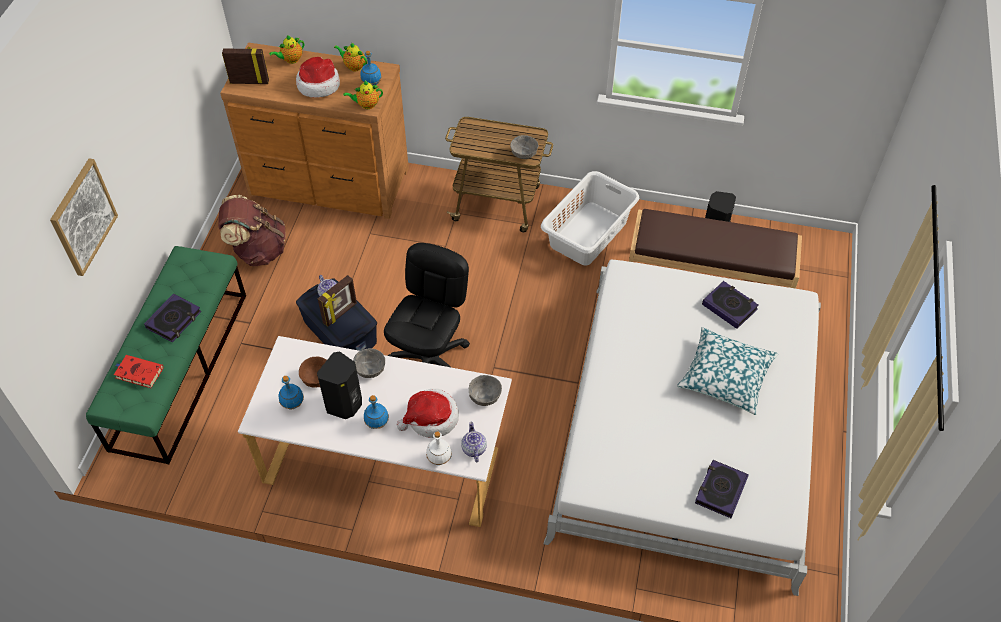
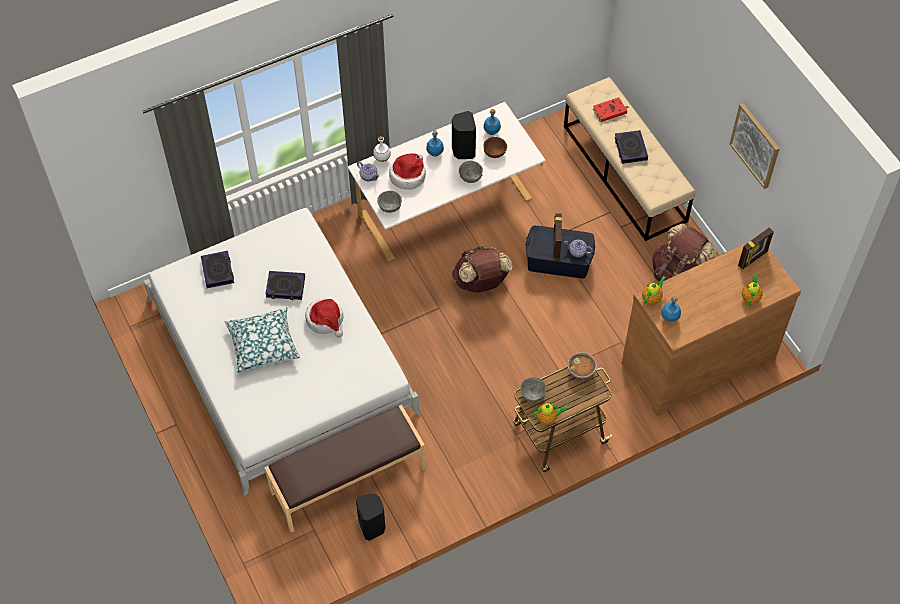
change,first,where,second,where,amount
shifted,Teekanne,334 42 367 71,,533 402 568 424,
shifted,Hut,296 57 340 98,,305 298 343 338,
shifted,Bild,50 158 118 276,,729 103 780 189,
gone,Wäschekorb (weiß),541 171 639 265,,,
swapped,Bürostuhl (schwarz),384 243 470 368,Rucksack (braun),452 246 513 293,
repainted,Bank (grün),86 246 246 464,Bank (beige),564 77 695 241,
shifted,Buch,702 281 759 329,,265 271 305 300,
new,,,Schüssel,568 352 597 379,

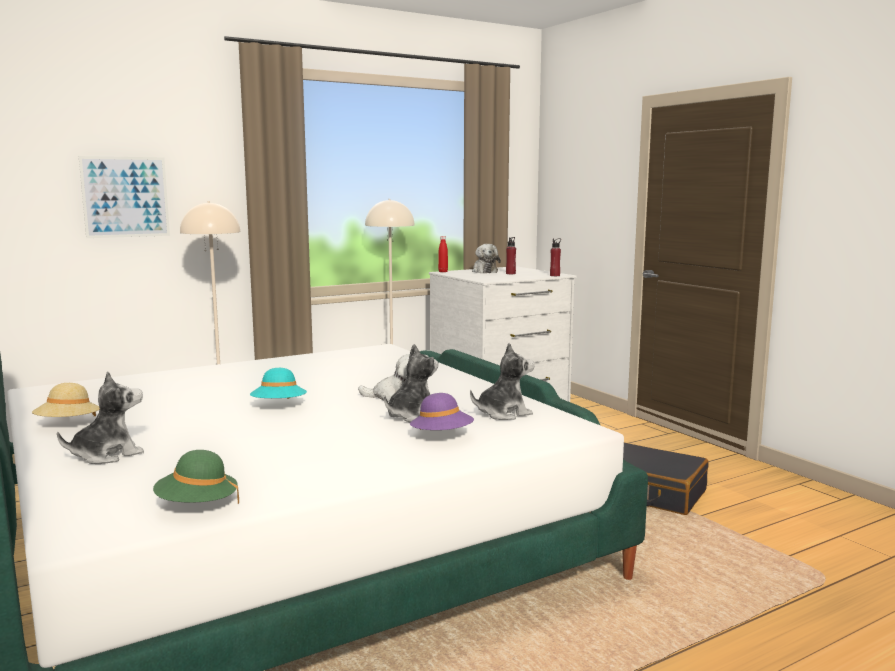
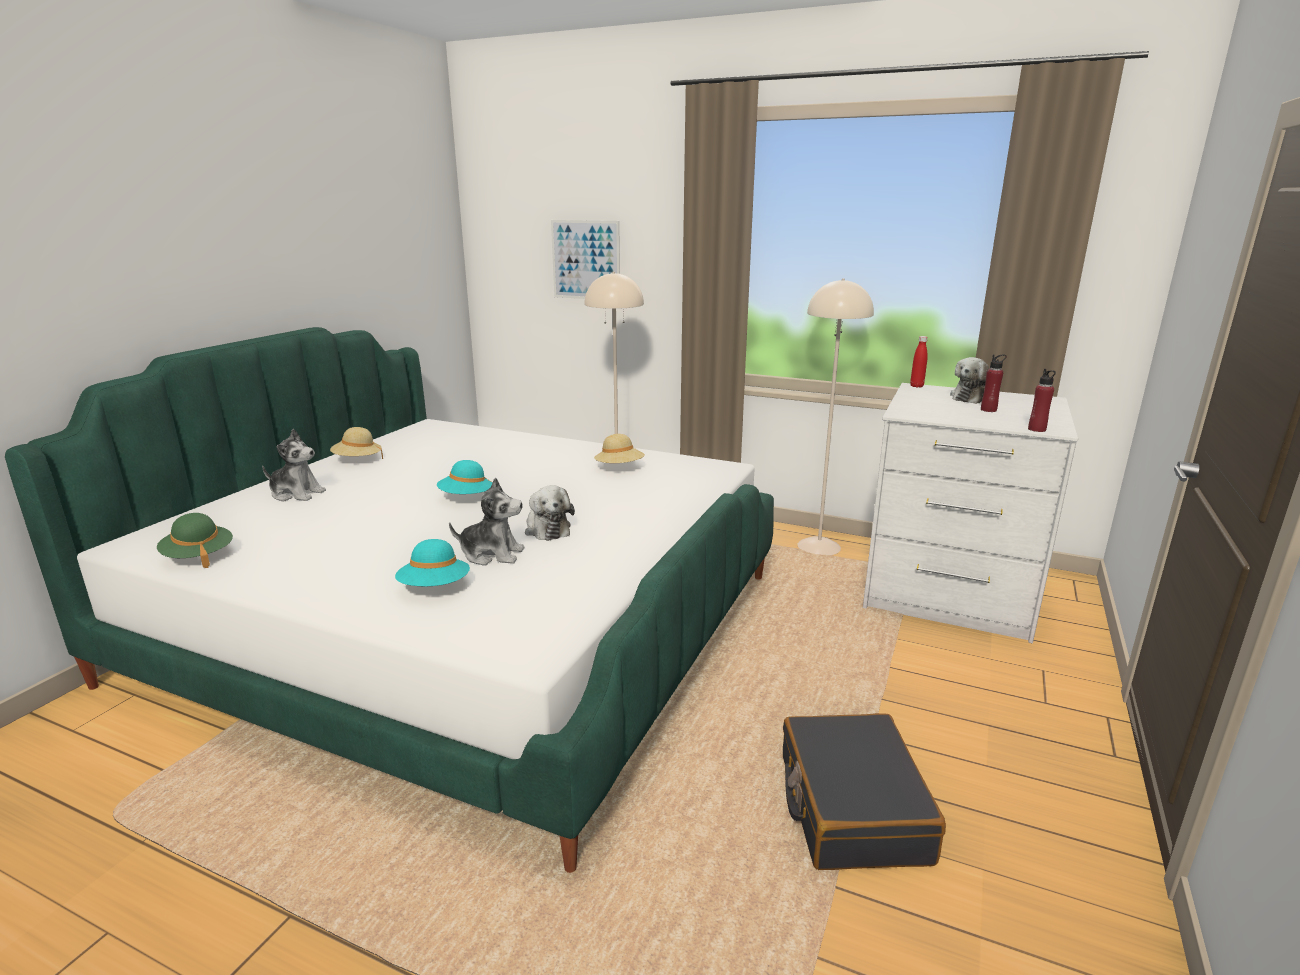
change,first,where,second,where,amount
gone,Plüschtier,470 343 535 420,,,
repainted,Hut (lila),410 393 474 430,Hut (türkis),395 539 470 586,
new,,,Hut (beige),594 434 645 463,

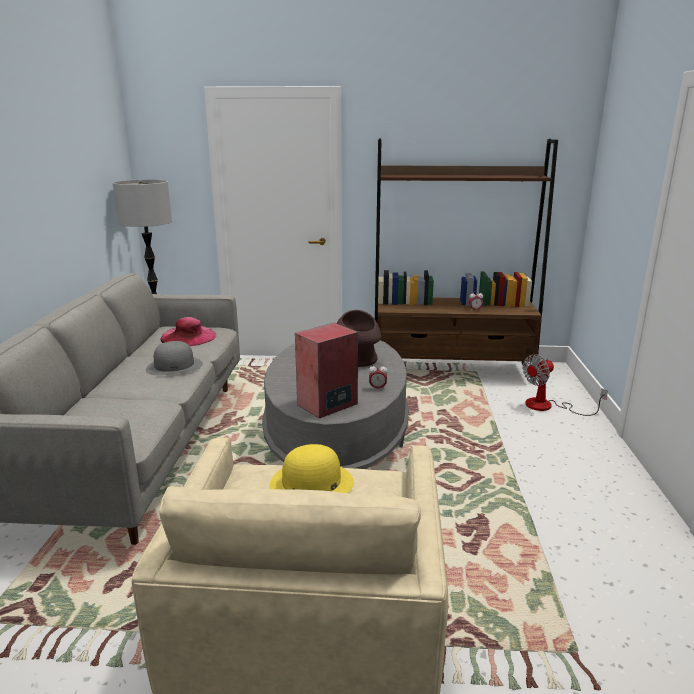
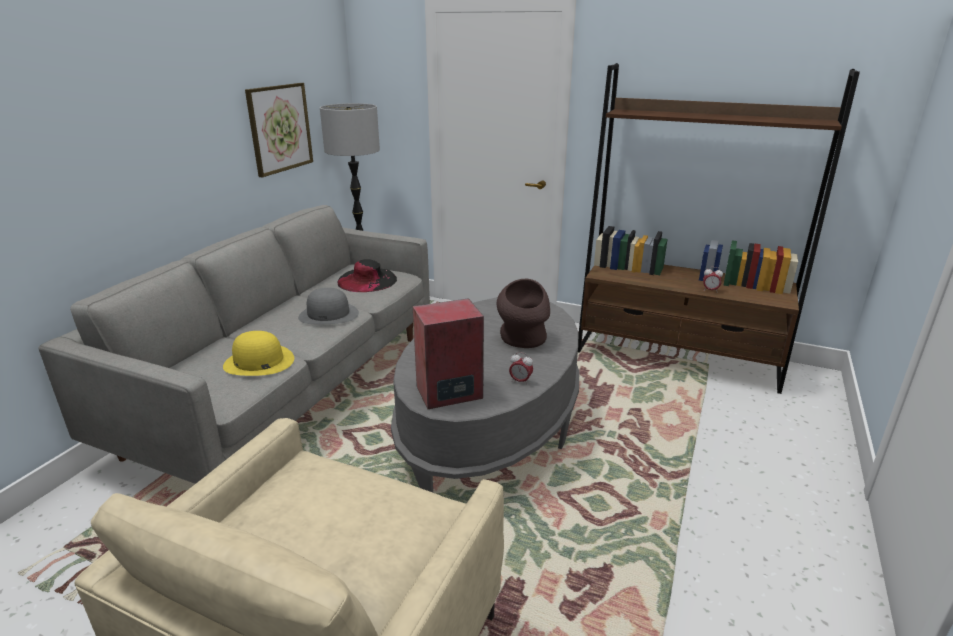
change,first,where,second,where,amount
repainted,Hut (rosa),160 317 217 346,Hut (schwarz),338 259 397 292,
gone,Ventilator,523 354 608 416,,,
shifted,Hut (gelb),269 444 354 493,,223 331 294 376,
new,,,Bild,245 83 313 177,

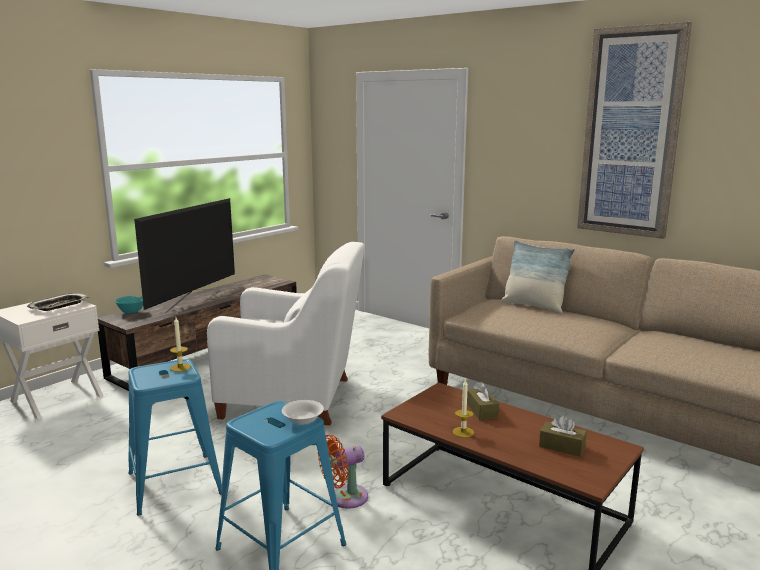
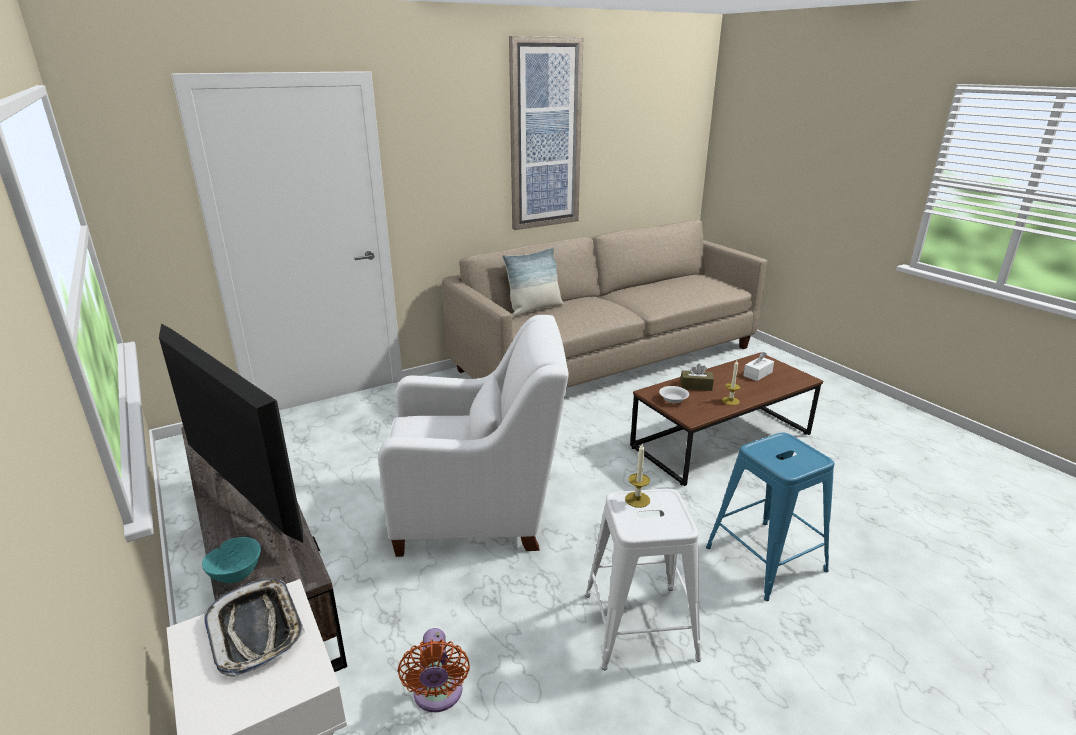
change,first,where,second,where,amount
rotated,Sessel (weiß),207 242 365 425,,378 315 569 557,60 degrees clockwise
repainted,Hocker (blau),128 359 222 515,Hocker (weiß),585 489 701 670,
shifted,Schüssel (weiß),282 400 324 425,,659 386 689 403,
repainted,Taschentuchbox (braun),539 415 587 457,Taschentuchbox (weiß),743 352 774 381,
shifted,Ventilator (orange),318 435 368 509,,398 628 470 712,

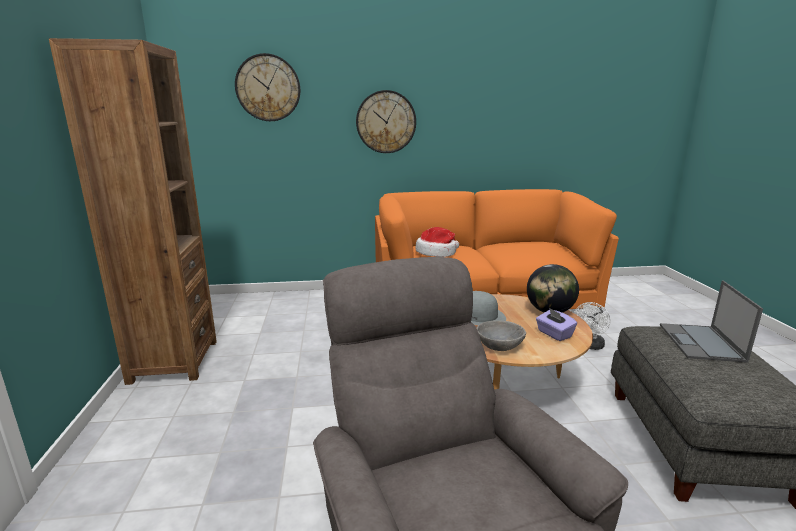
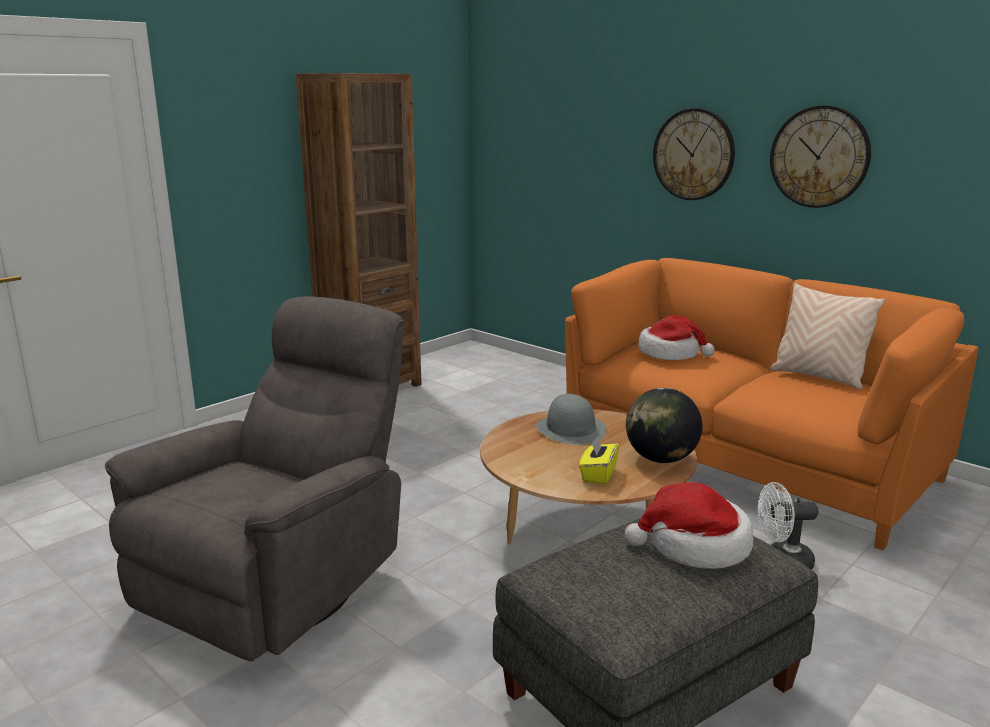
change,first,where,second,where,amount
shifted,Wanduhr,235 53 300 121,,770 105 871 208,
swapped,Laptop,660 281 763 363,Hut,625 482 753 569,
repainted,Taschentuchbox (lila),536 308 577 341,Taschentuchbox (gelb),579 436 619 484,
gone,Schüssel (grau),477 320 526 351,,,
new,,,Kissen (beige),770 283 885 389,

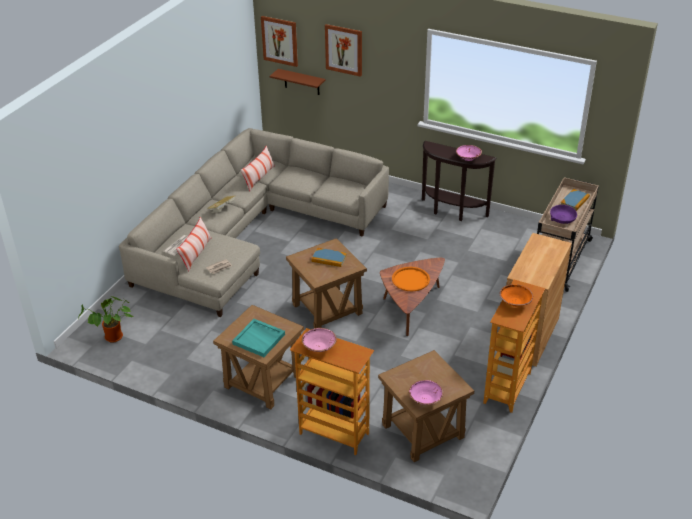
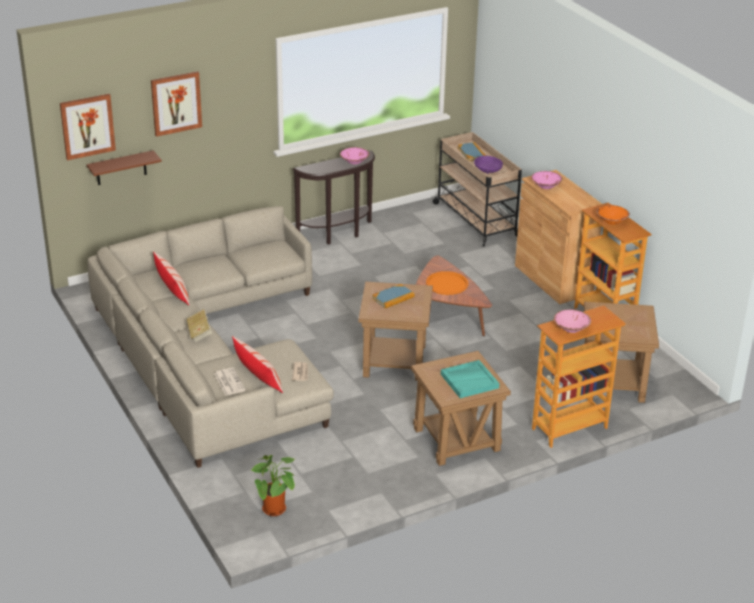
change,first,where,second,where,amount
shifted,Schüssel (rosa),409 380 443 405,,531 171 563 189,

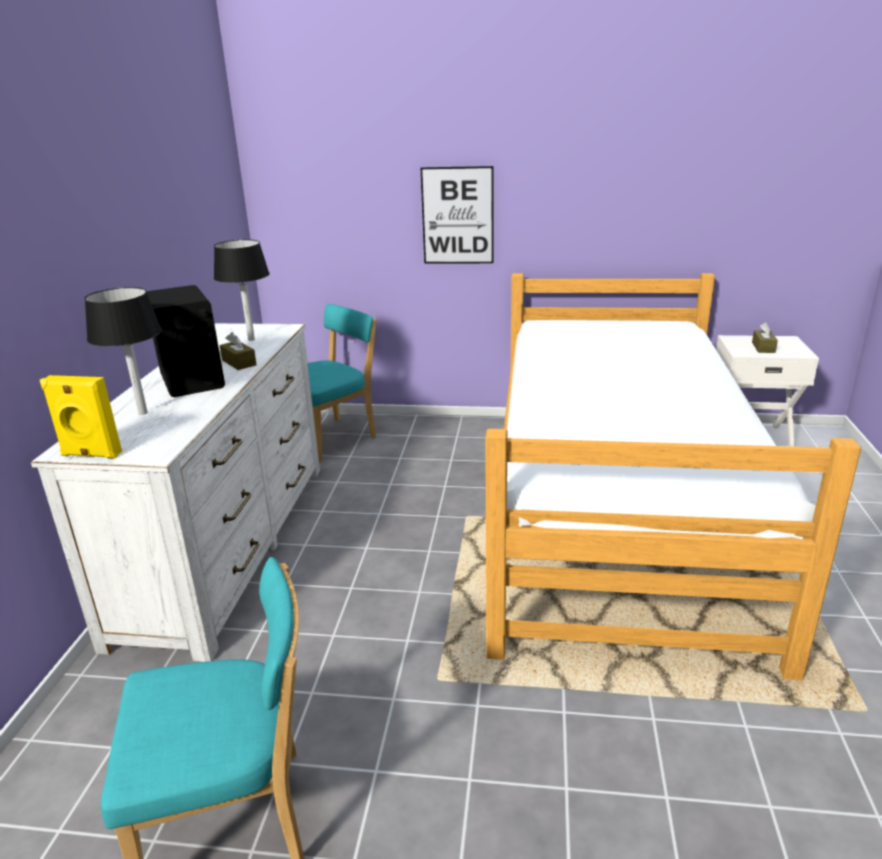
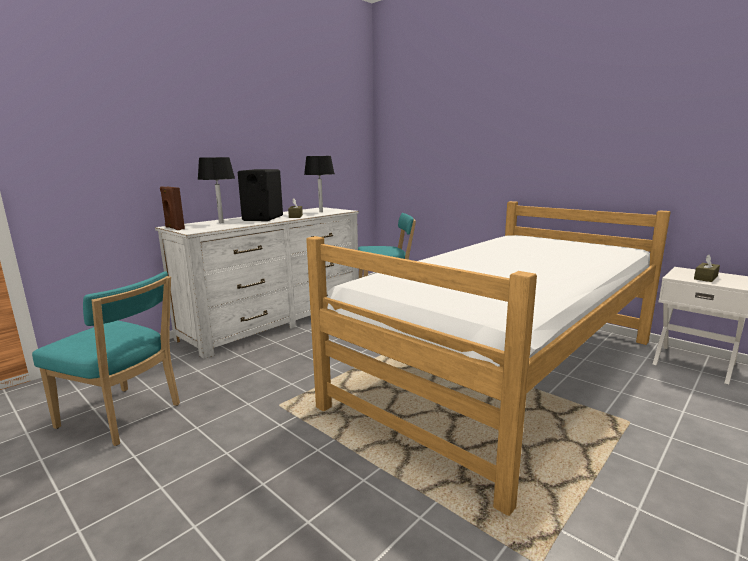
change,first,where,second,where,amount
gone,Bild,421 166 493 263,,,
repainted,Lautsprecher (gelb),40 375 122 459,Lautsprecher (braun),160 186 185 230,

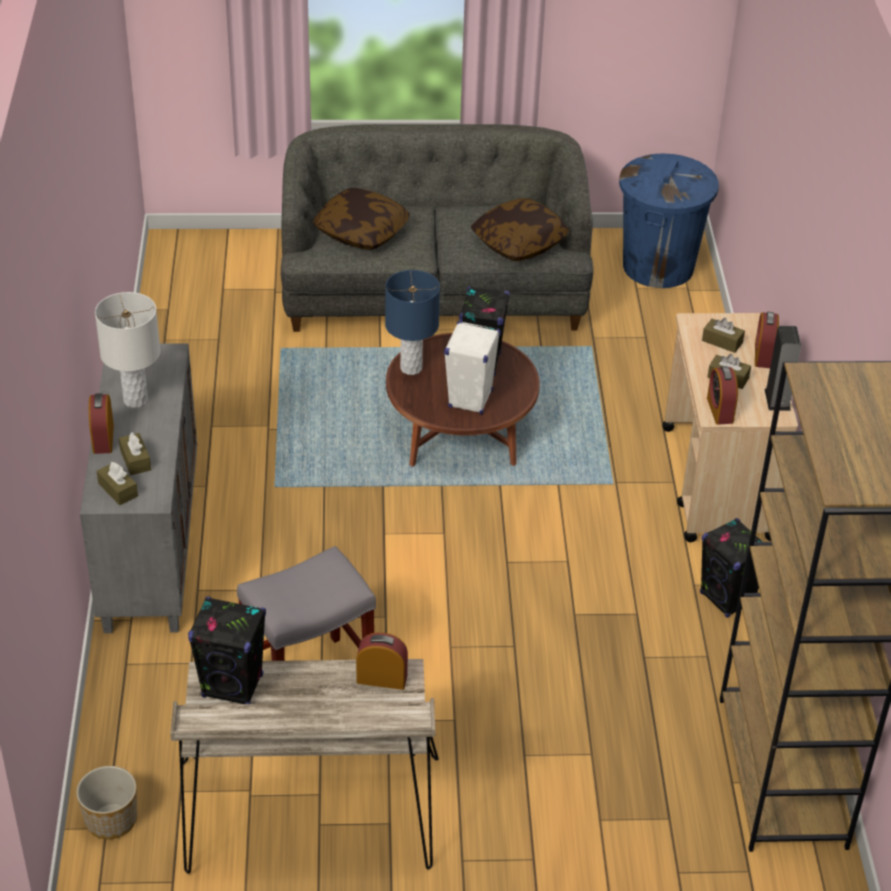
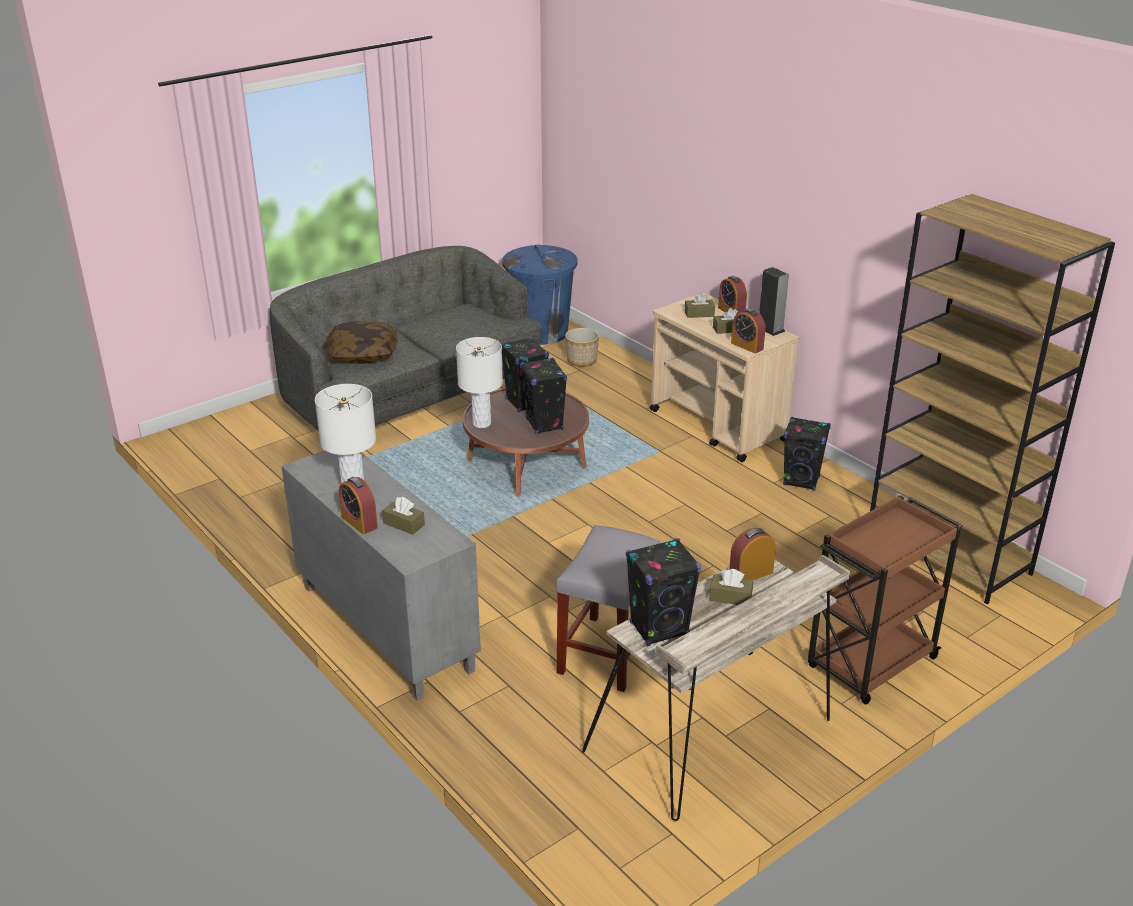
change,first,where,second,where,amount
gone,Kissen,471 198 569 261,,,
repainted,Tischlampe (blau),385 270 440 375,Tischlampe (weiß),456 337 503 428,
repainted,Lautsprecher (weiß),444 321 501 415,Lautsprecher (schwarz),520 358 567 434,
shifted,Taschentuchbox (braun),97 462 138 505,,709 569 753 605,
shifted,Pflanzkübel,76 766 137 839,,565 328 599 367,
new,,,Rollwagen (braun),808 495 963 705,

